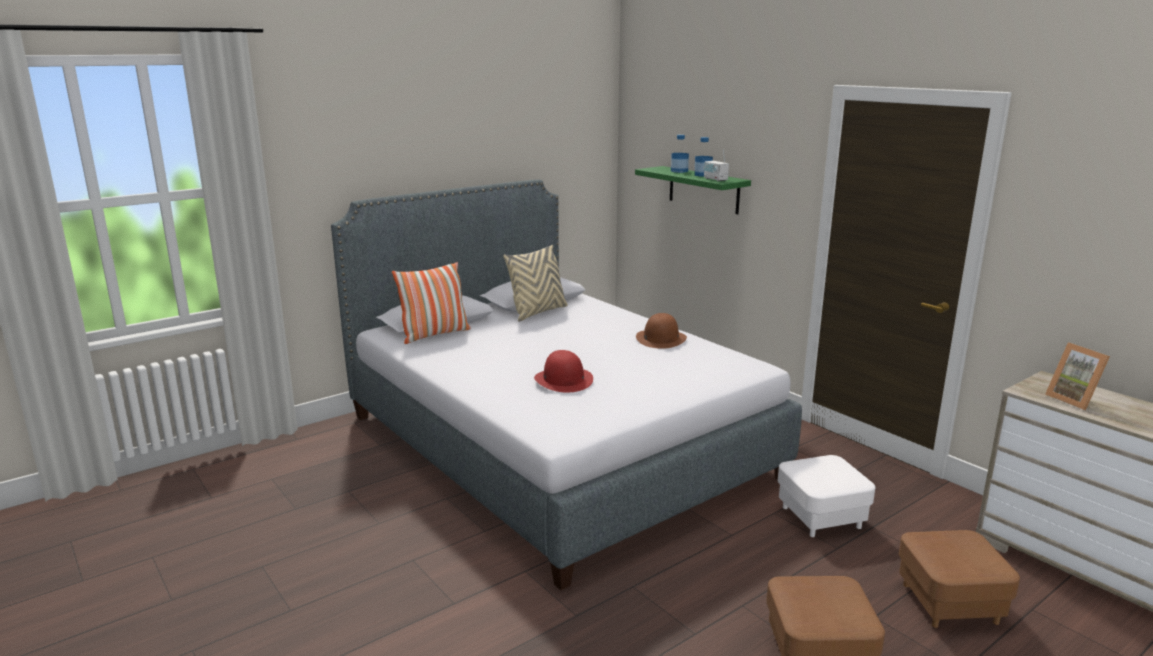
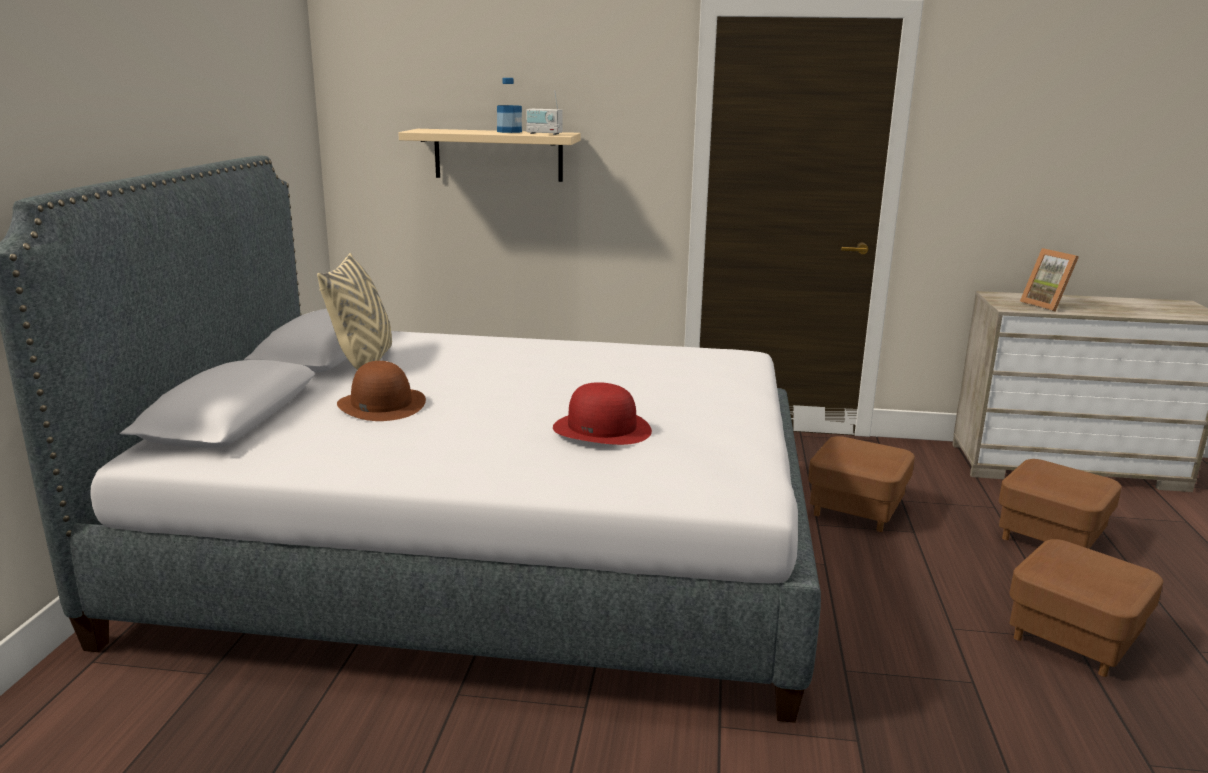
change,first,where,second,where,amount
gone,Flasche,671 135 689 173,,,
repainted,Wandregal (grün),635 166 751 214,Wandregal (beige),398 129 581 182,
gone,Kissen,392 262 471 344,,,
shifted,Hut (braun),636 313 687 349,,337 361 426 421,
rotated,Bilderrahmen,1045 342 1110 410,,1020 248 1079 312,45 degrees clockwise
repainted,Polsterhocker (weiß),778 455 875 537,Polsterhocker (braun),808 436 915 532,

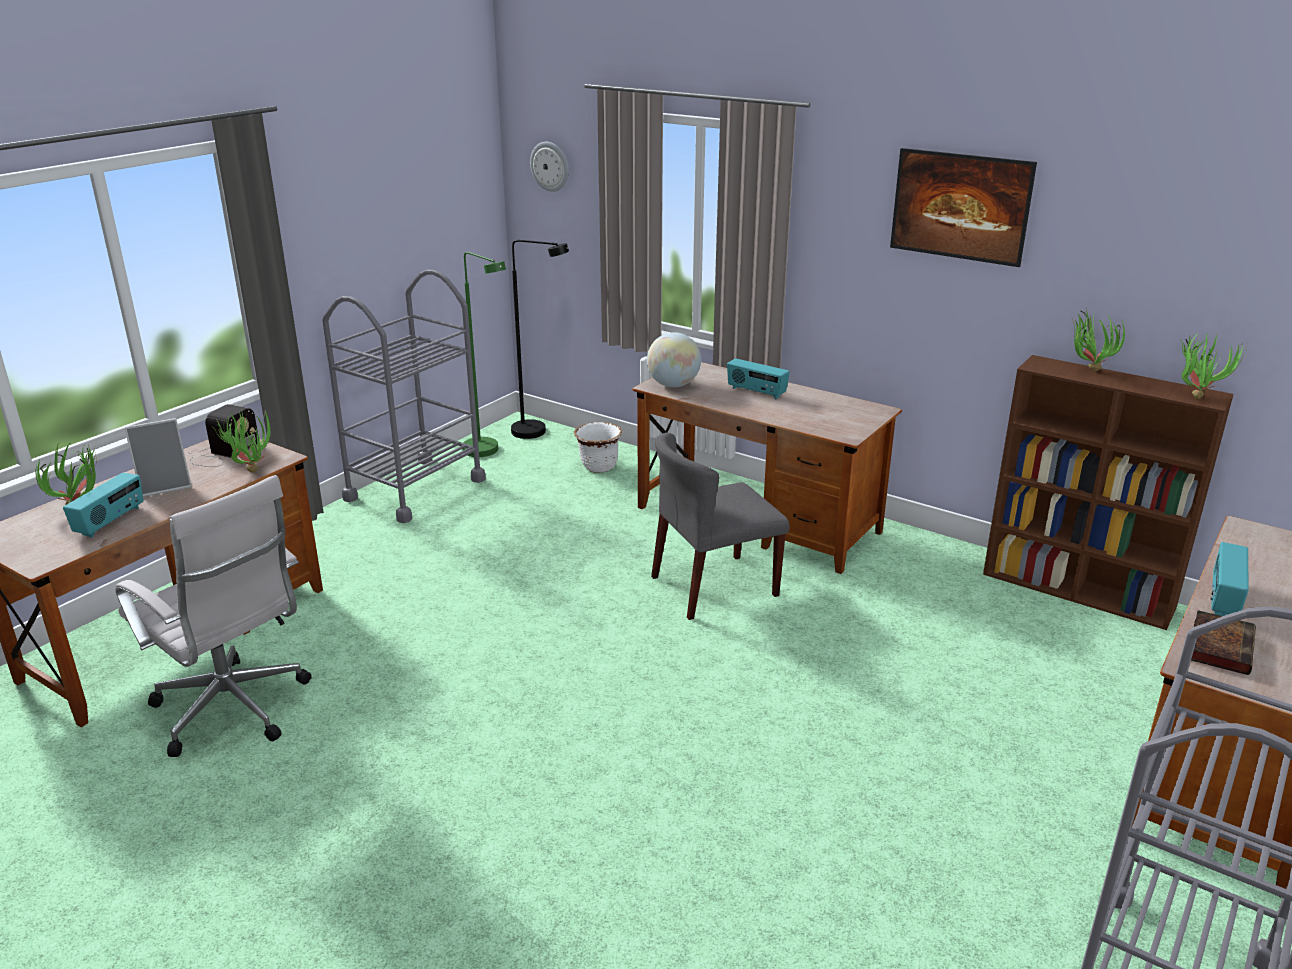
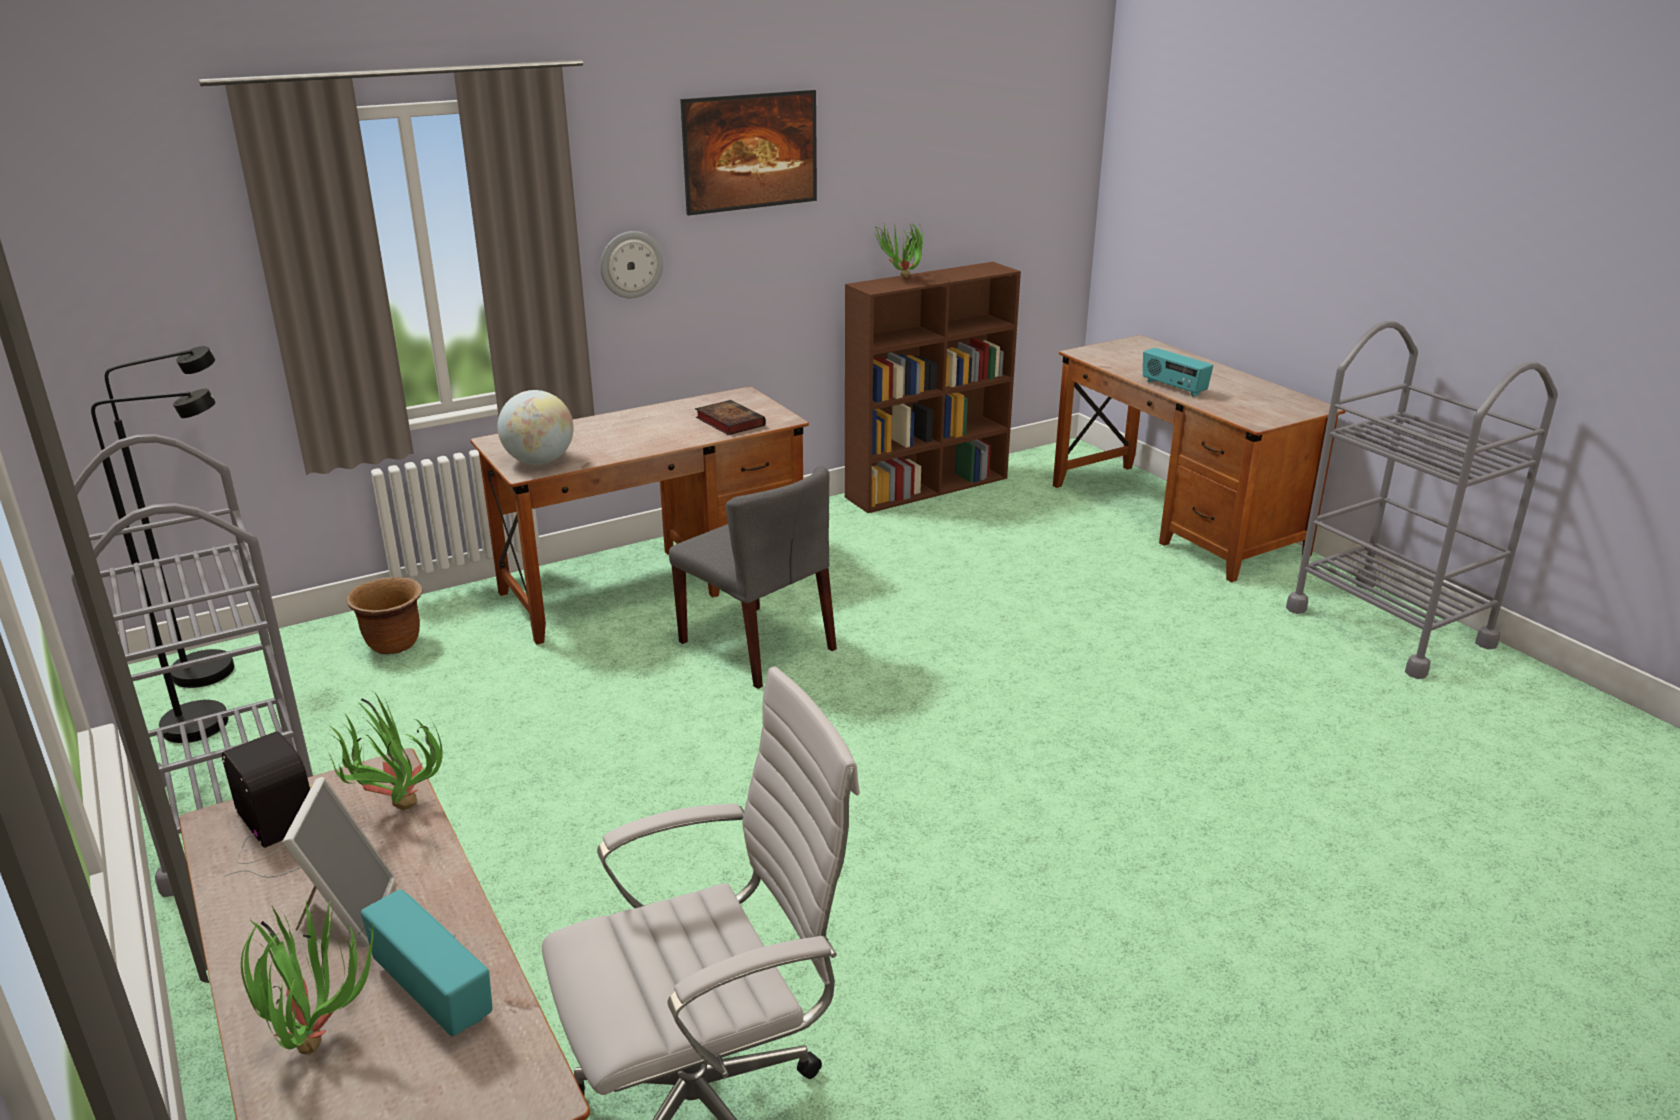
change,first,where,second,where,amount
shifted,Wanduhr,530 142 569 192,,600 231 664 299,
repainted,Stehlampe (grün),462 252 506 457,Stehlampe (schwarz),91 389 228 743,
gone,Topfpflanze,1180 332 1247 399,,,
gone,Radio,727 358 790 399,,,
repainted,Pflanzkübel (weiß),574 422 622 473,Pflanzkübel (braun),346 577 423 654,
rotated,Stuhl (grau),651 433 789 620,,669 466 837 689,45 degrees counterclockwise
shifted,Buch,1191 610 1256 675,,695 400 766 435,

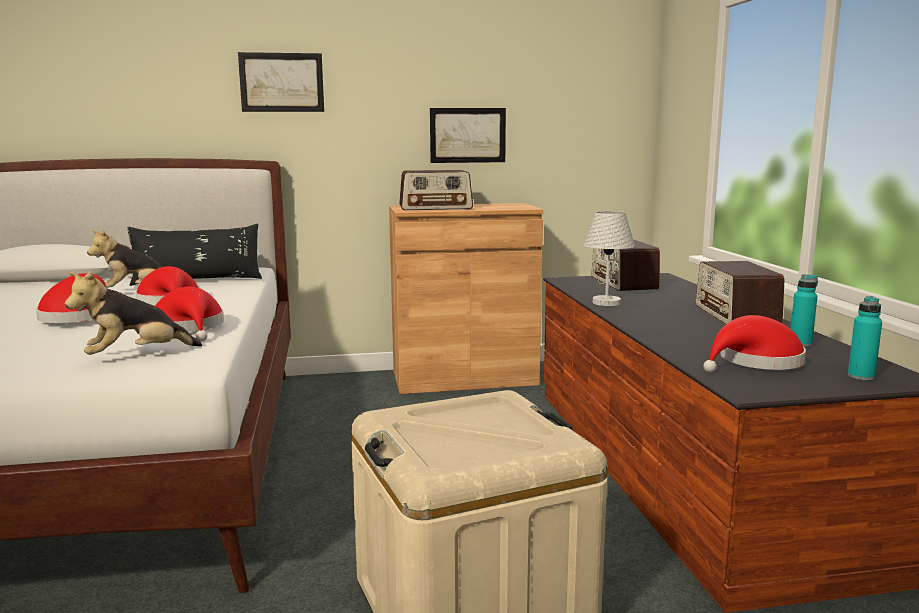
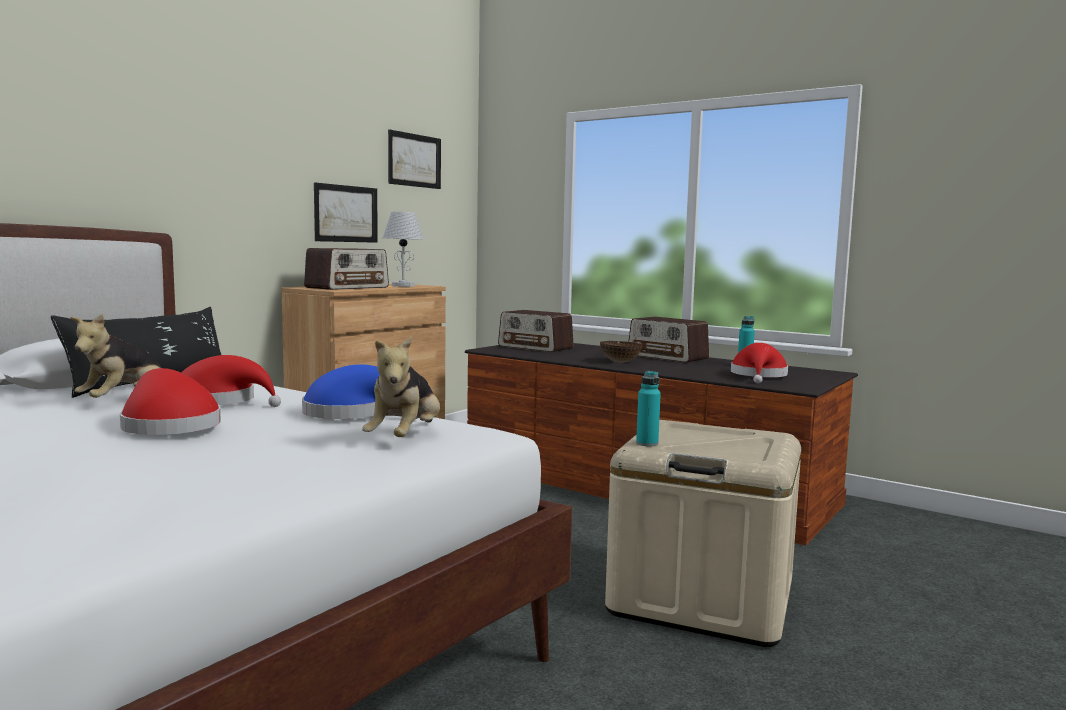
change,first,where,second,where,amount
shifted,Bild,238 52 324 112,,388 129 441 189,
shifted,Tischlampe (weiß),583 211 635 306,,383 212 424 287,
repainted,Hut (rot),155 286 224 342,Hut (blau),302 364 417 419,
shifted,Flasche (türkis),848 296 882 380,,636 371 661 446,
new,,,Schüssel,600 341 642 363,

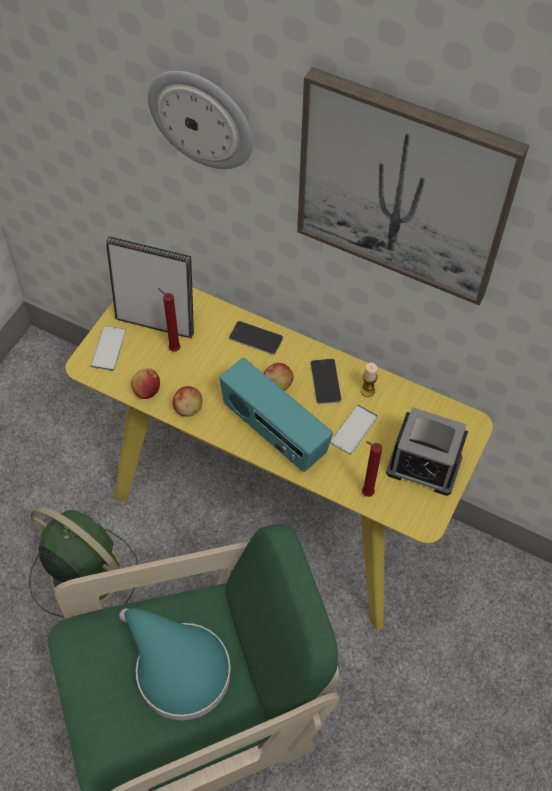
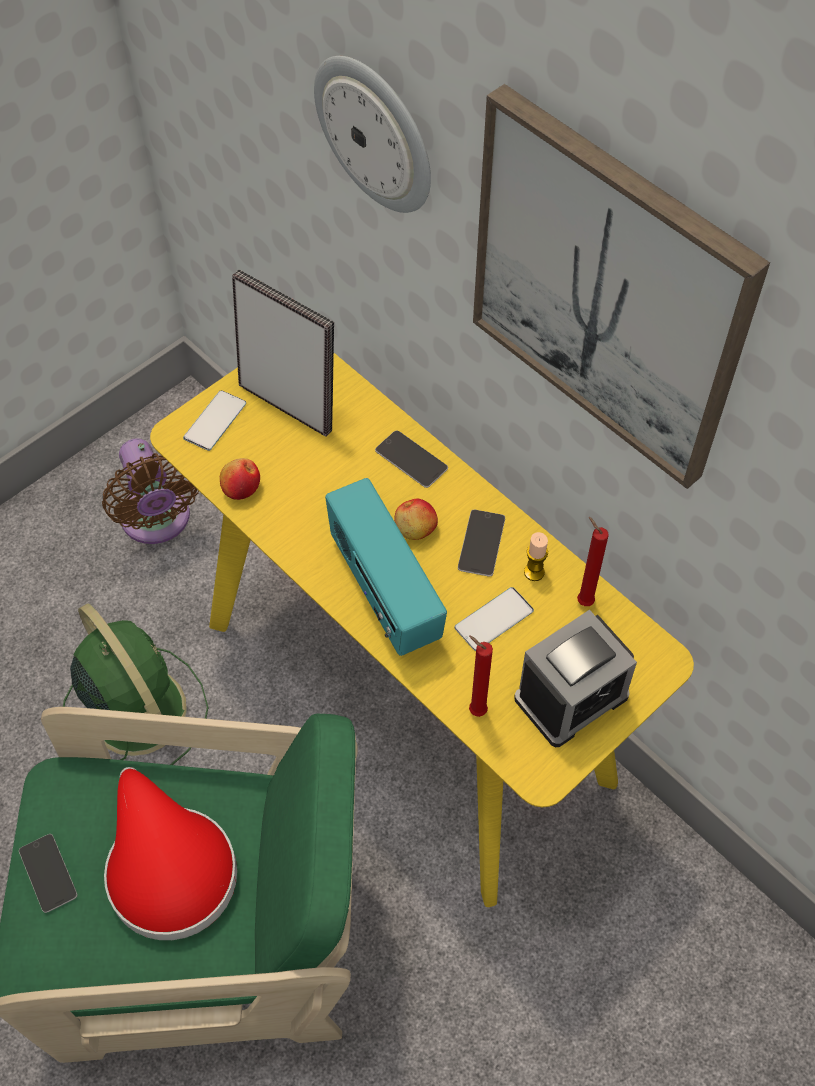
change,first,where,second,where,amount
shifted,Kerze (rot),158 288 181 352,,577 517 609 606,
gone,Apfel,173 386 202 417,,,
rotated,Wecker,386 407 468 496,,514 610 637 747,75 degrees counterclockwise
repainted,Hut (türkis),119 608 231 720,Hut (rot),104 767 237 940,
new,,,Ventilator (braun),102 438 199 544,
new,,,Handy,19 834 77 913,

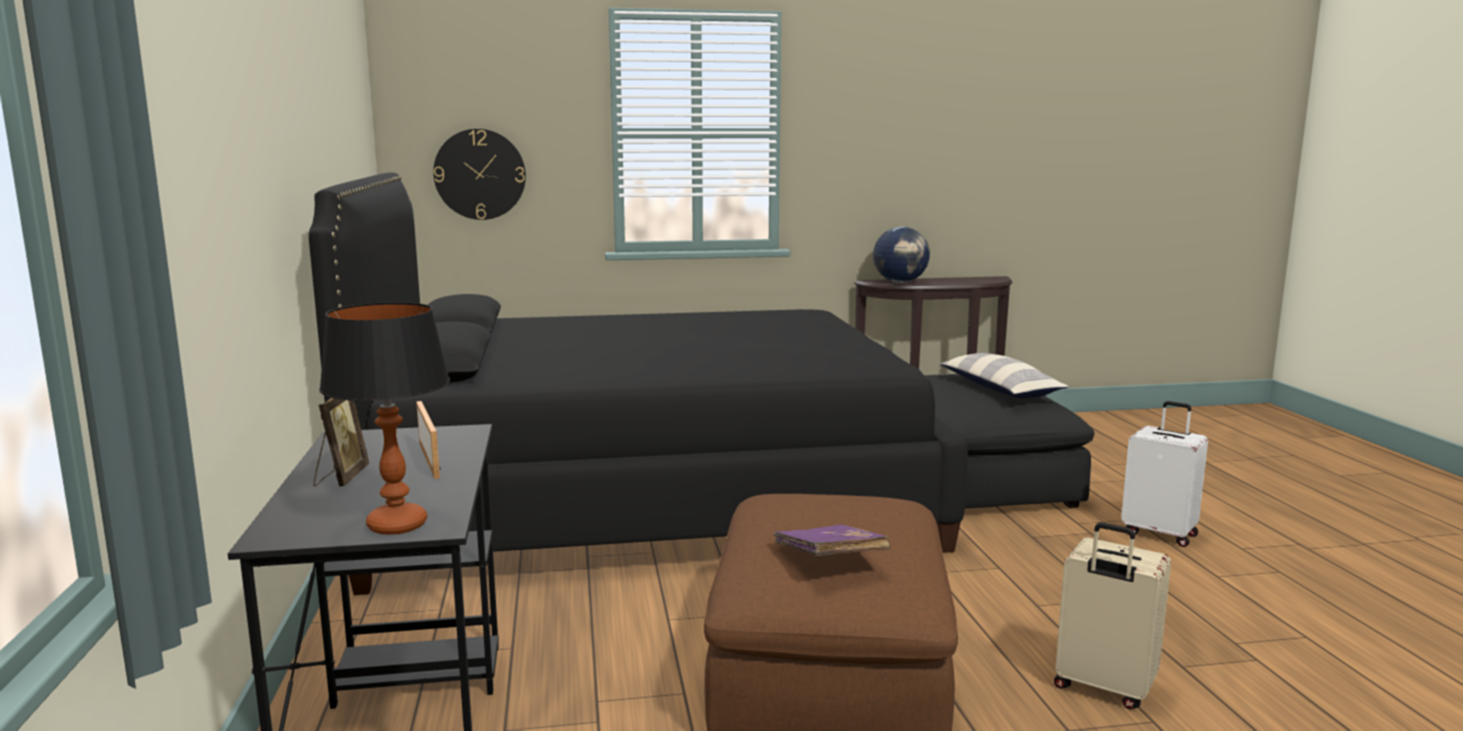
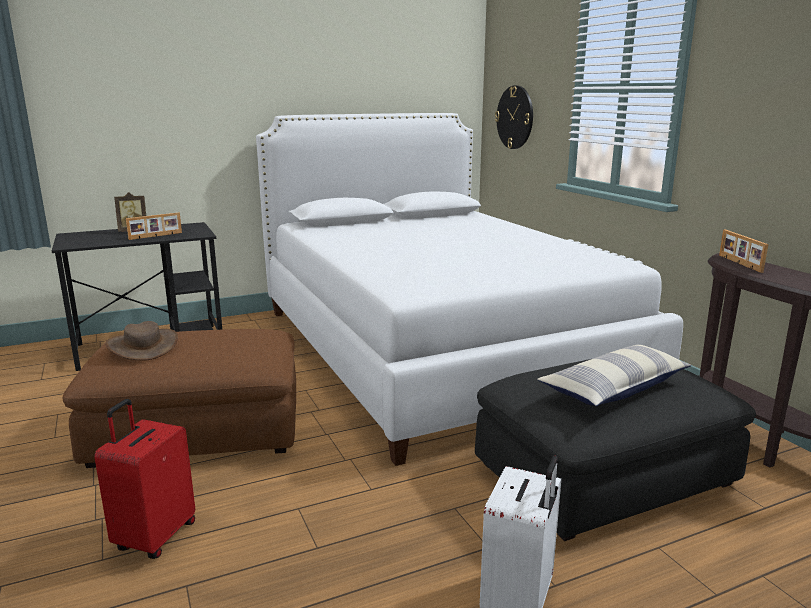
change,first,where,second,where,amount
repainted,Bett (schwarz),309 172 968 595,Bett (weiß),256 113 683 466,
swapped,Globus,873 227 930 283,Bilderrahmen,719 230 768 273,
gone,Tischlampe,319 302 450 535,,,
repainted,Koffer (beige),1054 522 1171 709,Koffer (rot),94 399 195 559,
swapped,Buch (lila),773 524 891 556,Hut (braun),105 321 178 361,

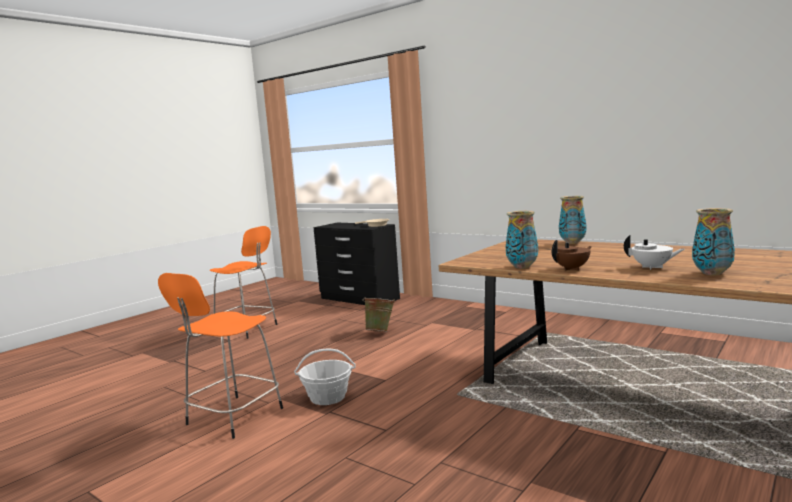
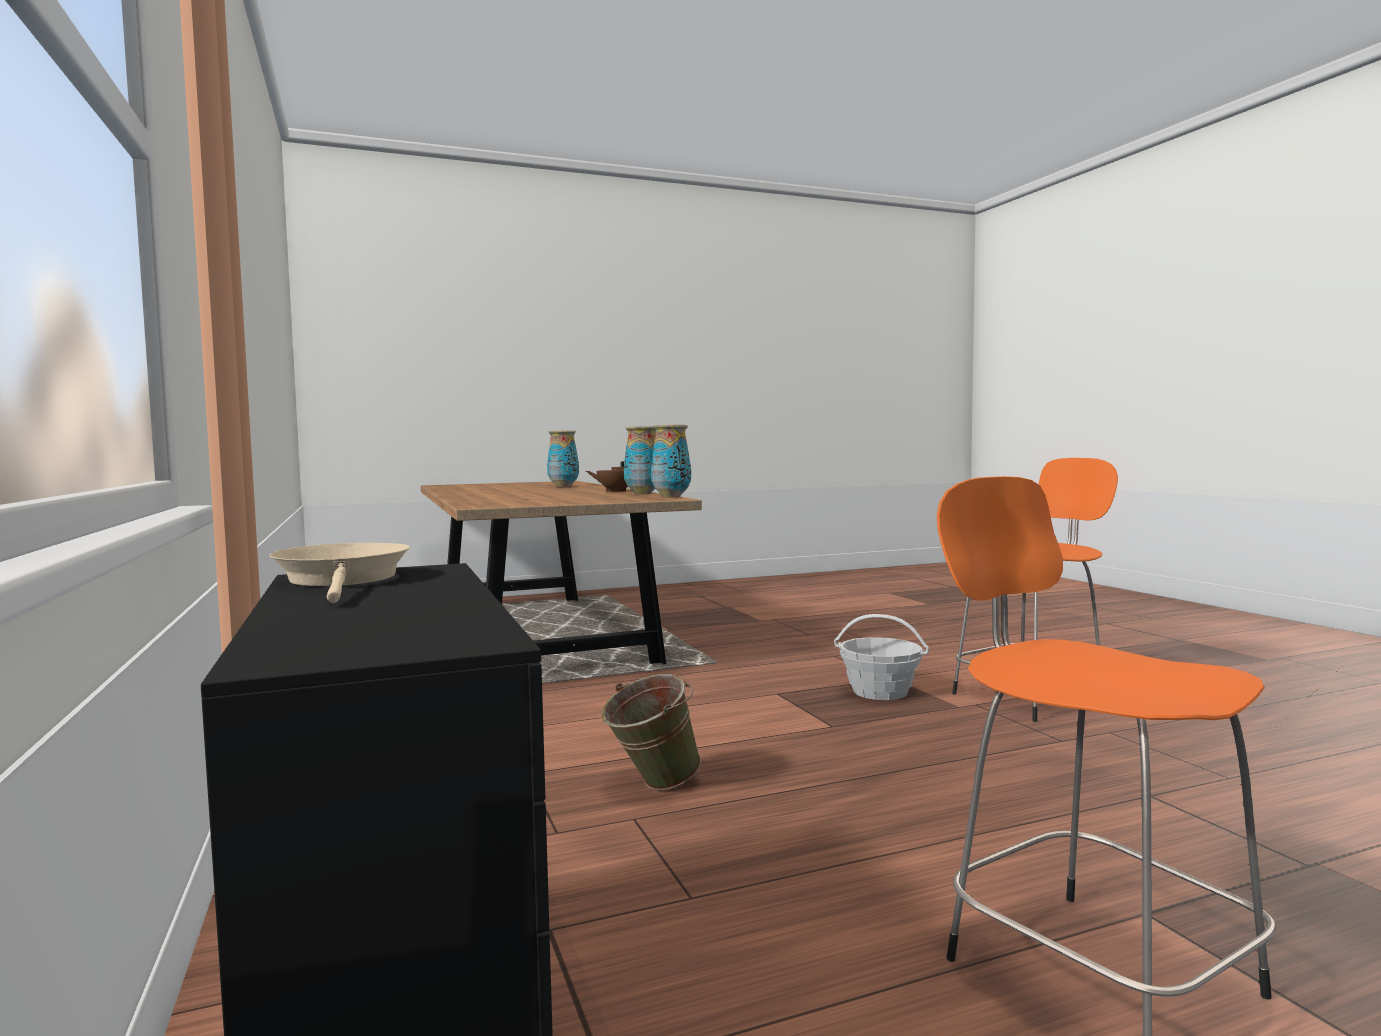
change,first,where,second,where,amount
shifted,Vase,559 196 586 244,,651 425 691 497,
gone,Teekanne (weiß),624 235 685 270,,,

